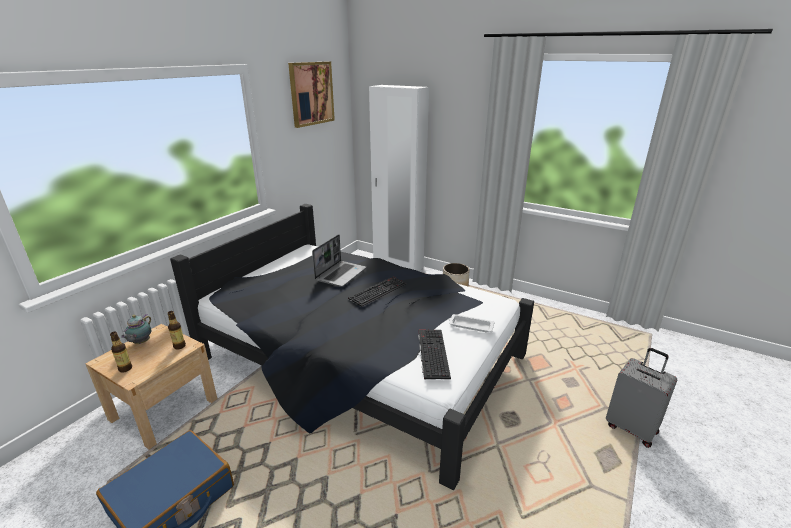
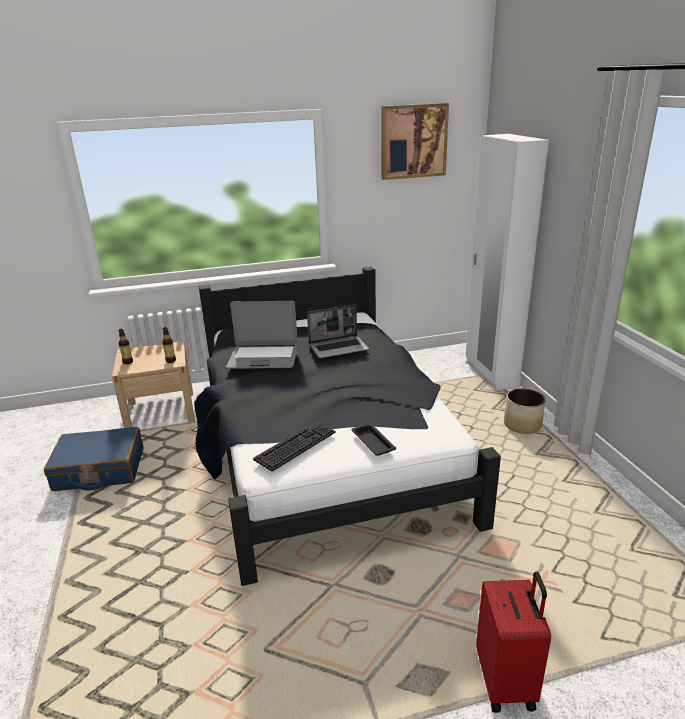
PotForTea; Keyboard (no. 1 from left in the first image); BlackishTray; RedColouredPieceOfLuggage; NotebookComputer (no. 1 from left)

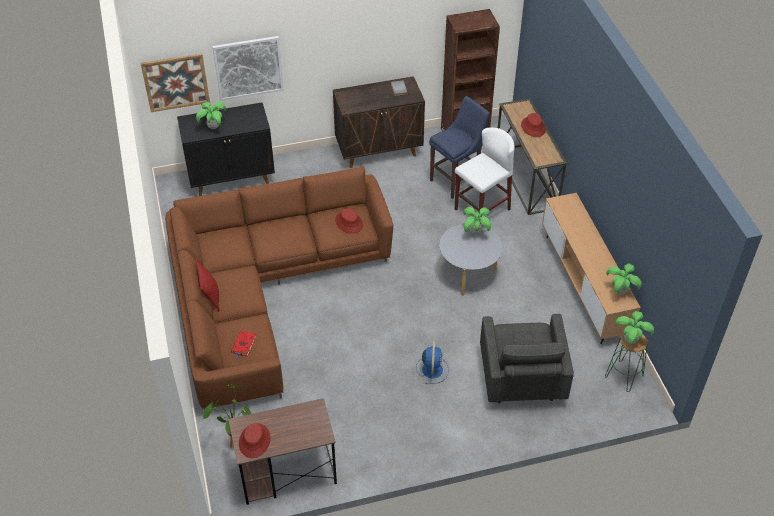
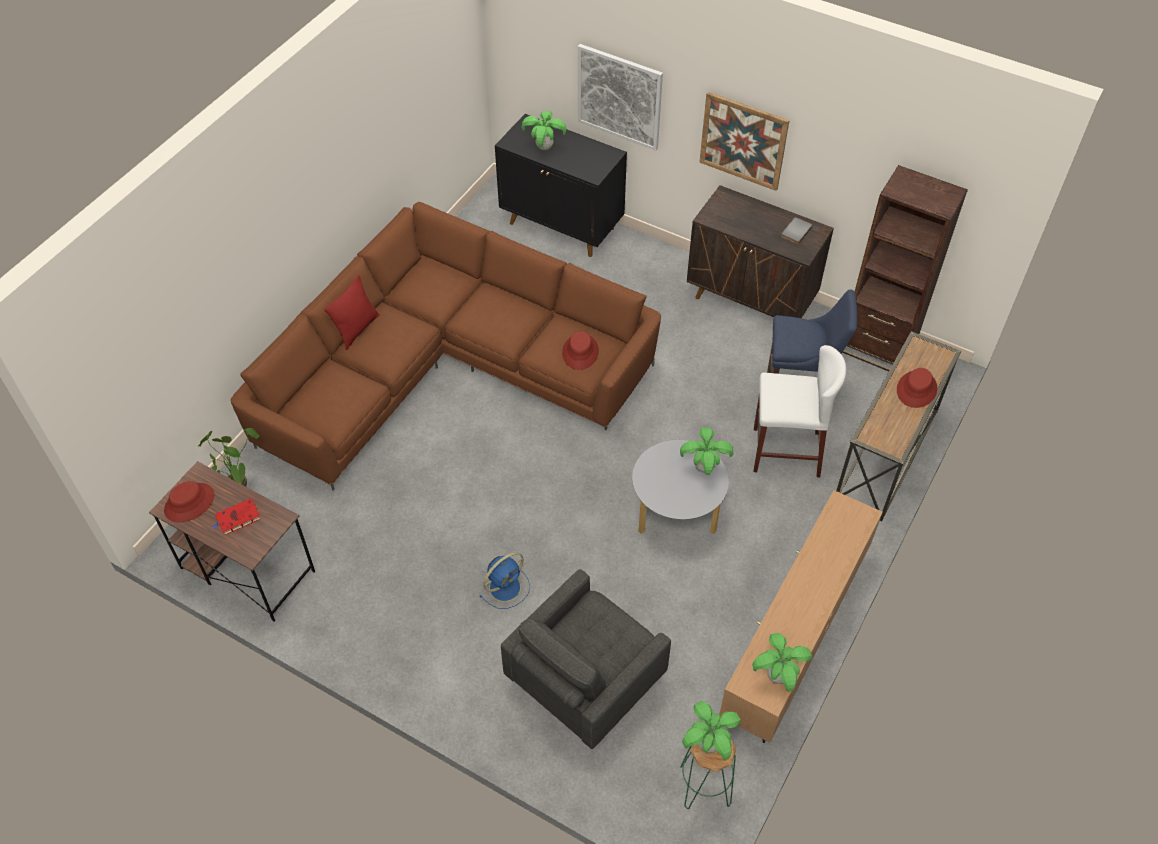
WallArt (no. 2 from left); RedColouredVolume

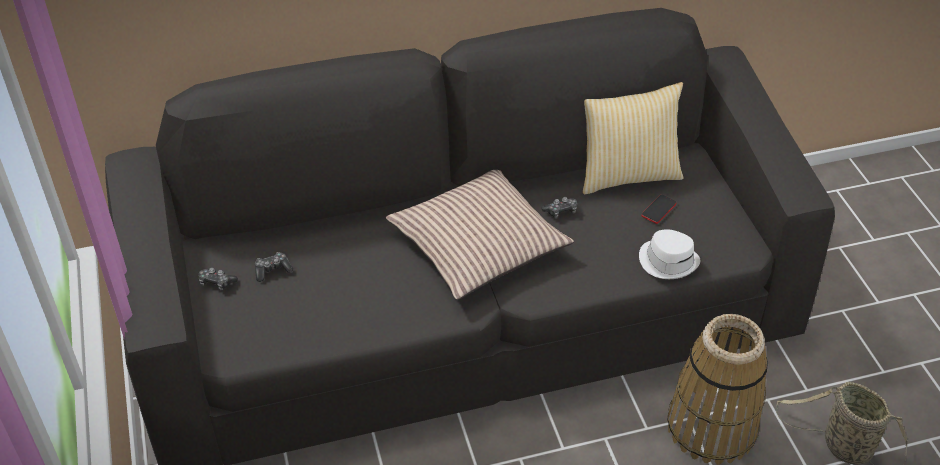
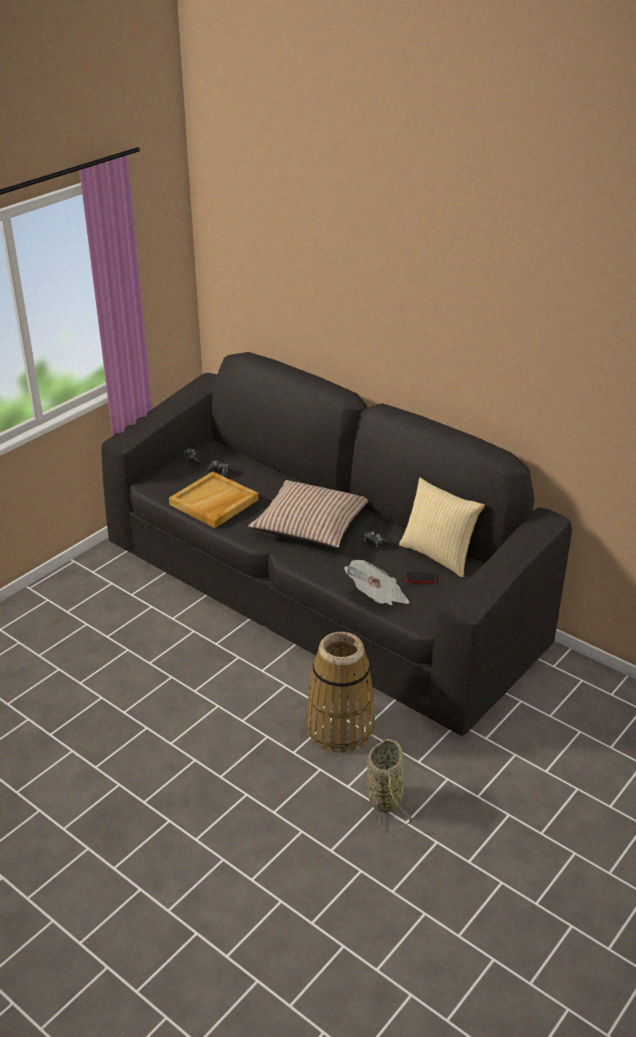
PrintedPaper; BeigeTray

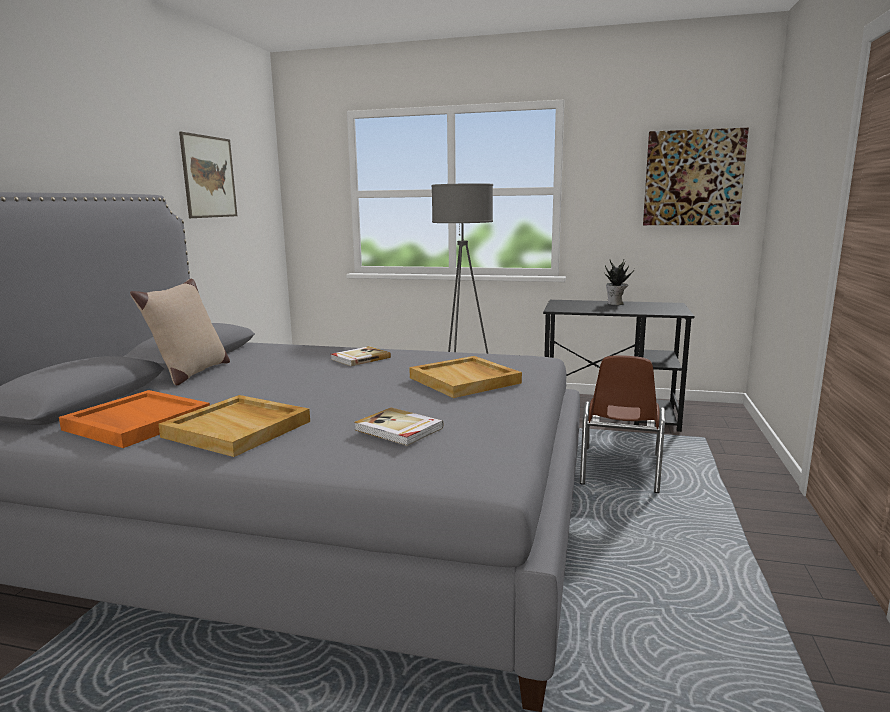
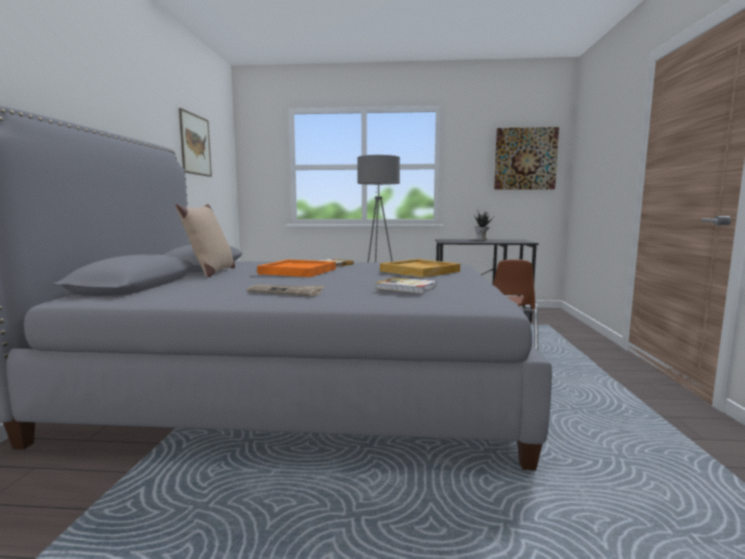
OrangeColouredTray; PrintedPaper

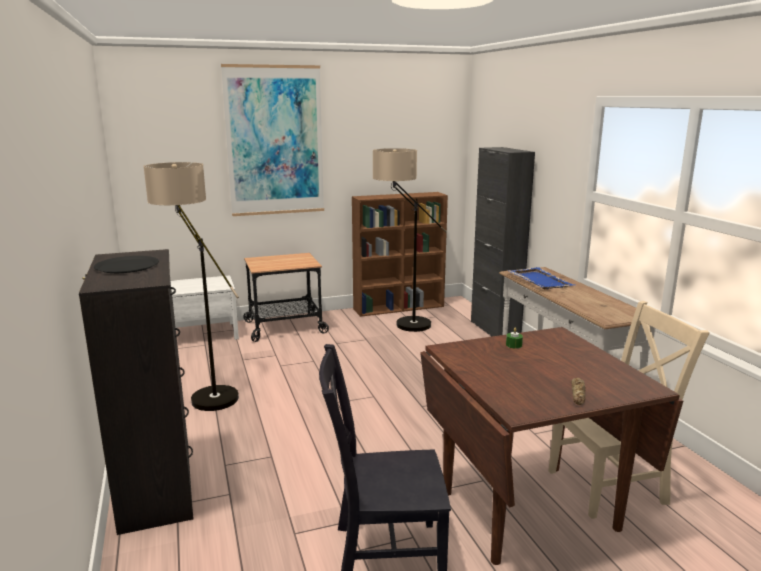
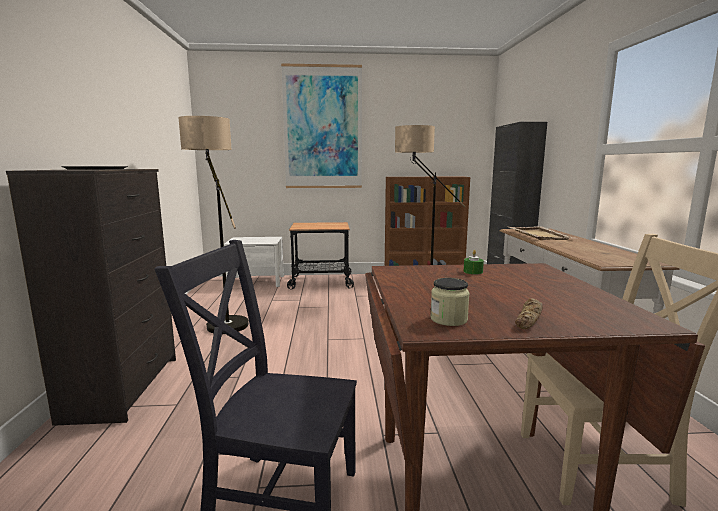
BeigeTray; PreserveJar

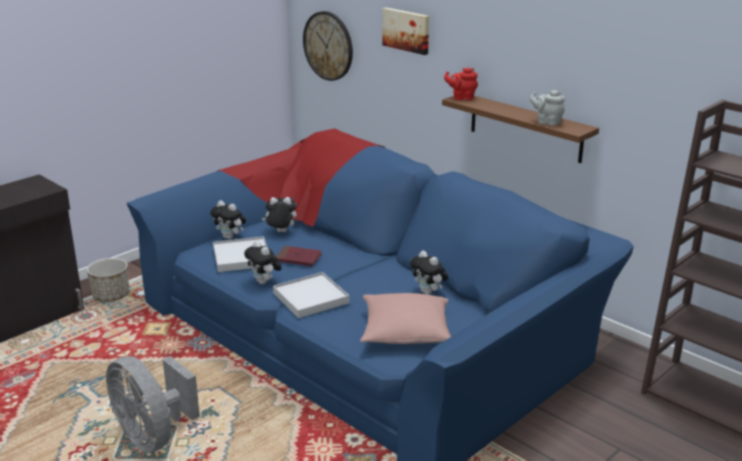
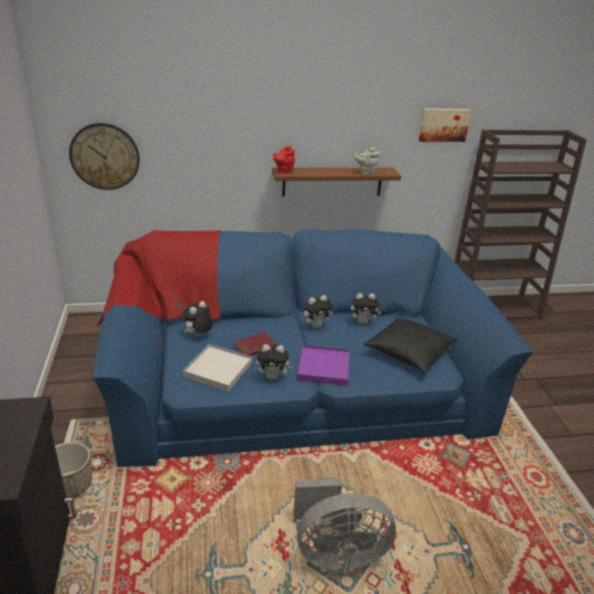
SoftToy (no. 3 from left); PurpleColouredTray; BlackishThrowPillow; WallArt

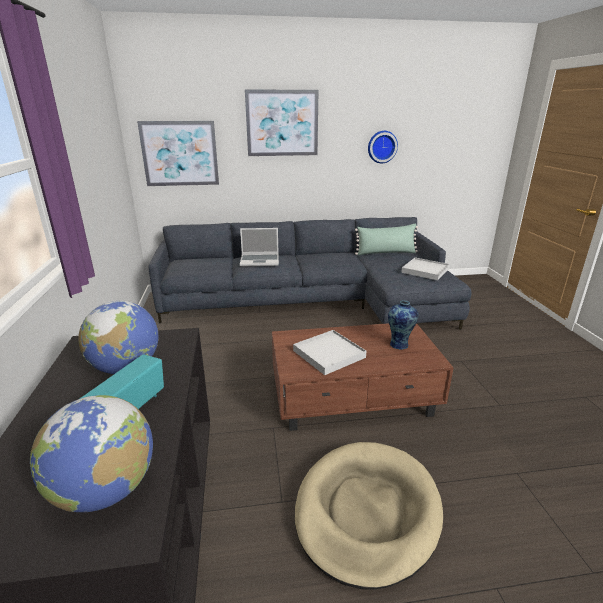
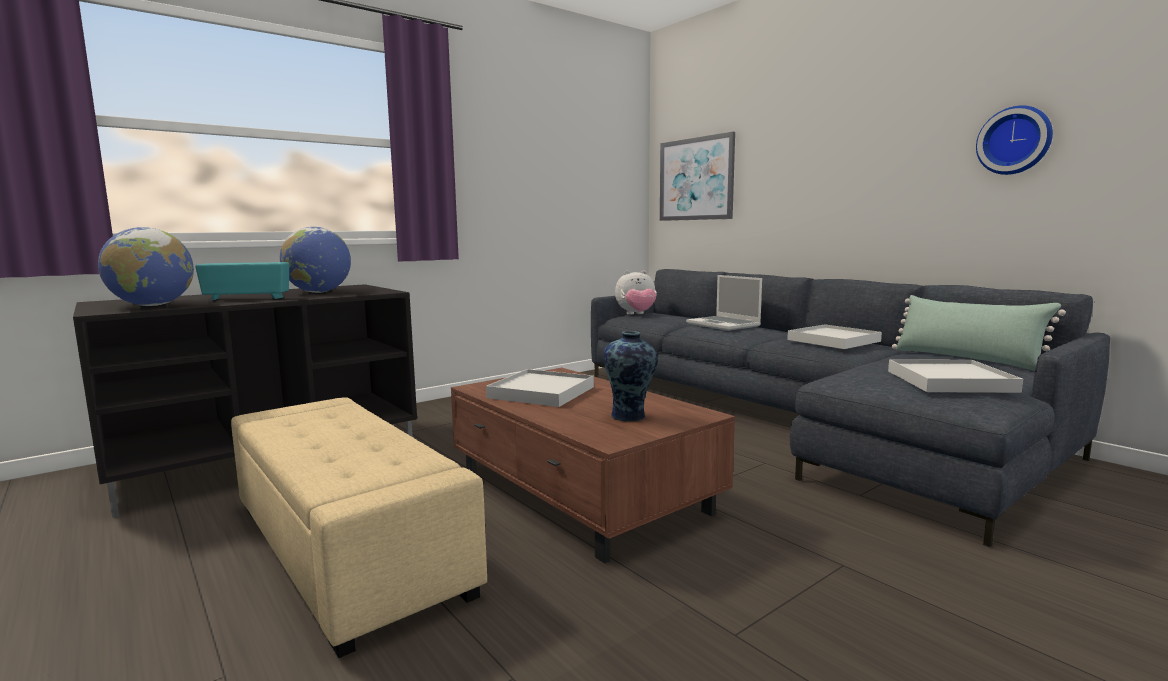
WallArt (no. 2 from left in the first image); BeigePouffe; SoftToy; WhitishTray (no. 2 from left)

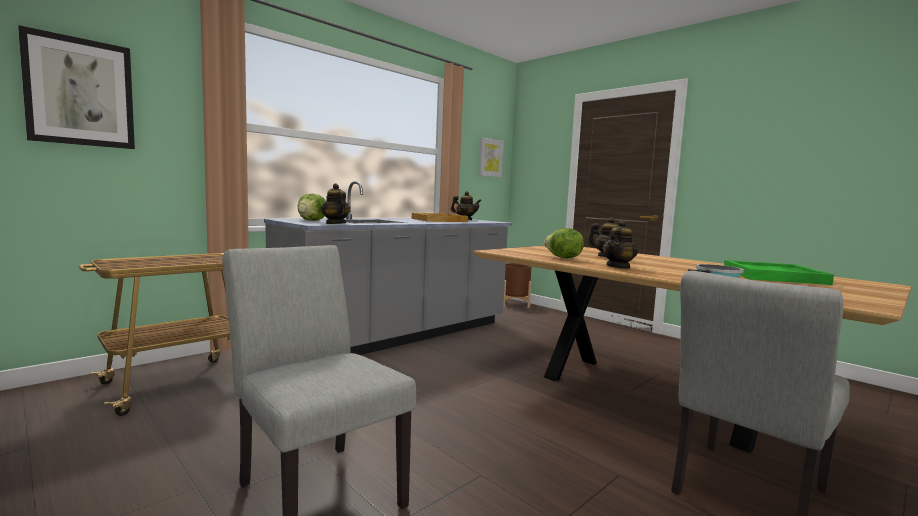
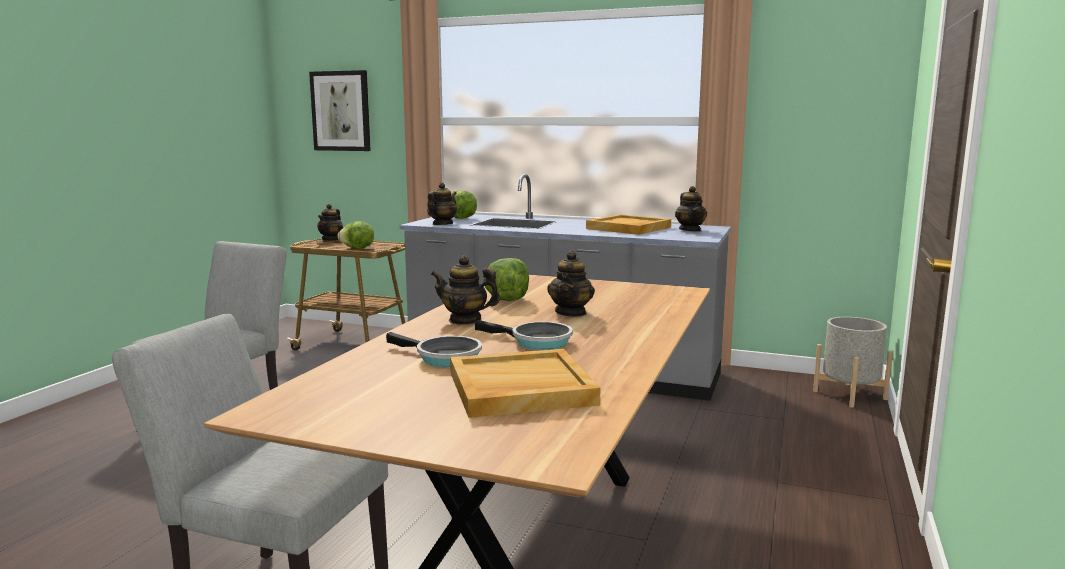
WallArt (no. 2 from left in the first image); GreyishPlanter; BeigeTray (no. 1 from left); PotForTea (no. 1 from left); HeadOfLettuce (no. 1 from left); Skillet (no. 2 from left)

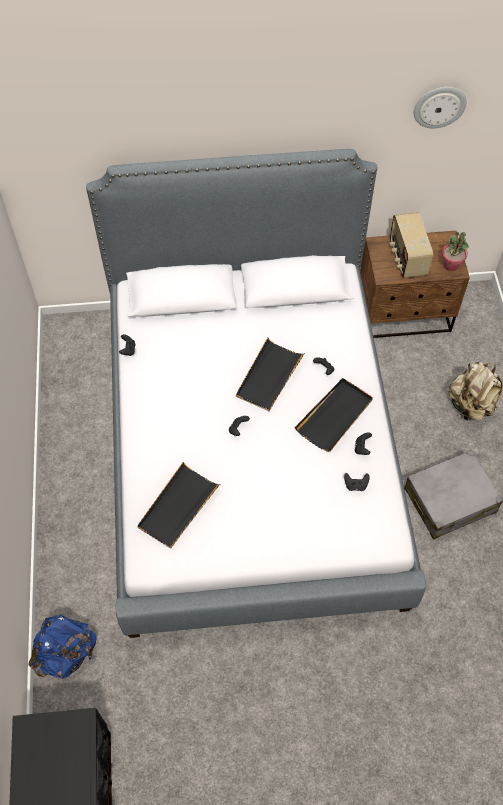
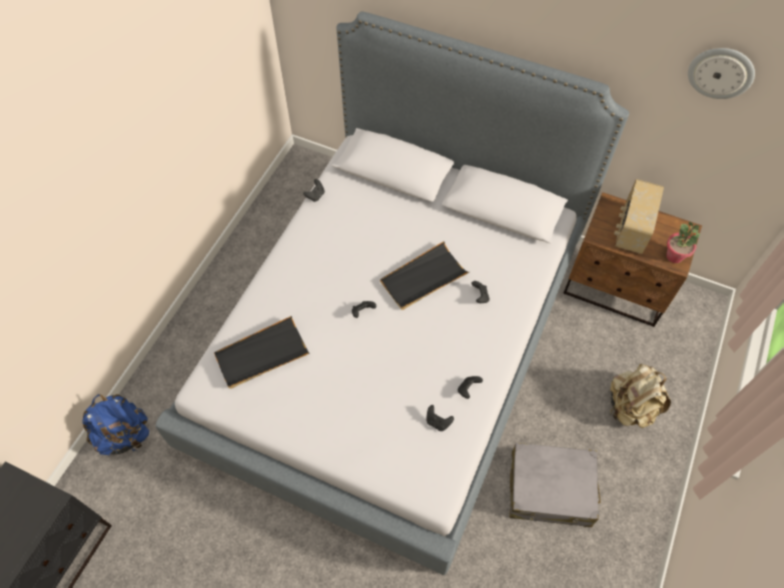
BlackishTray (no. 3 from left in the first image)

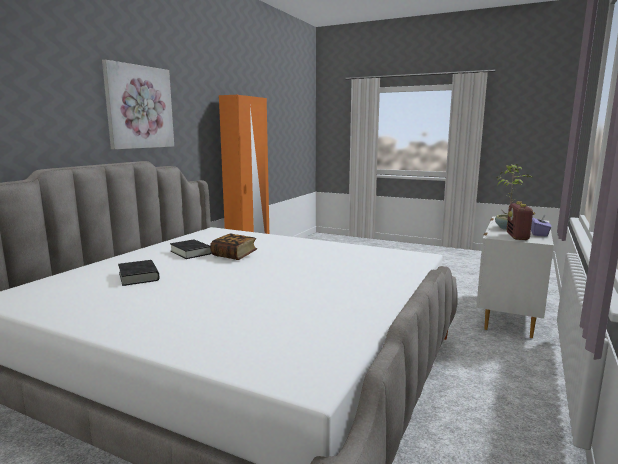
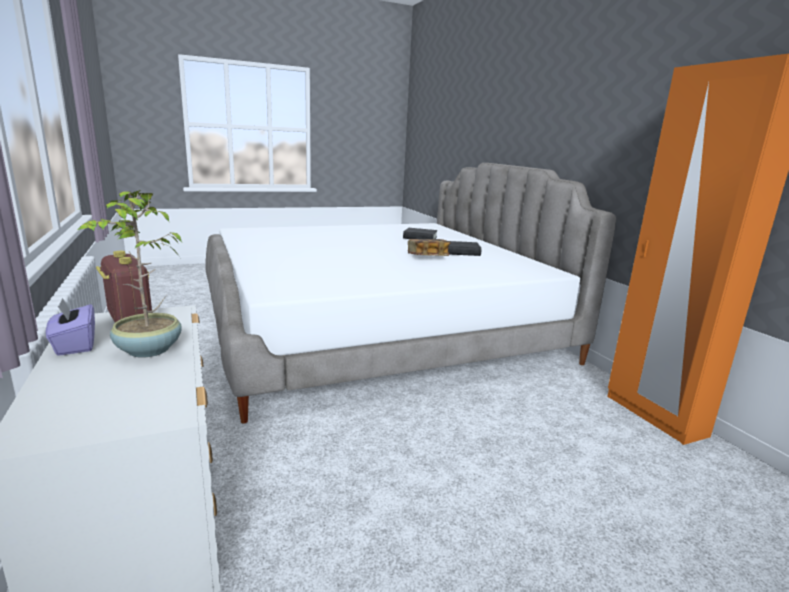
WallArt

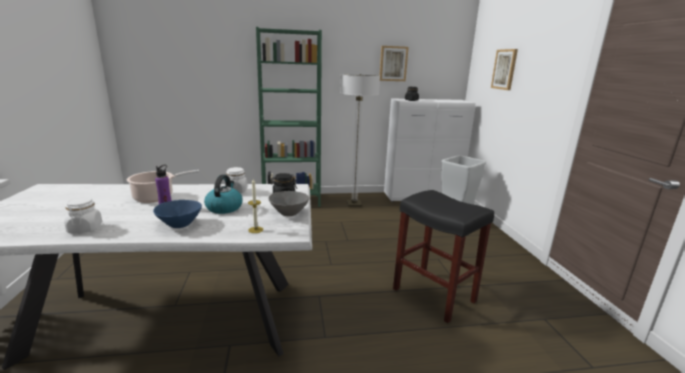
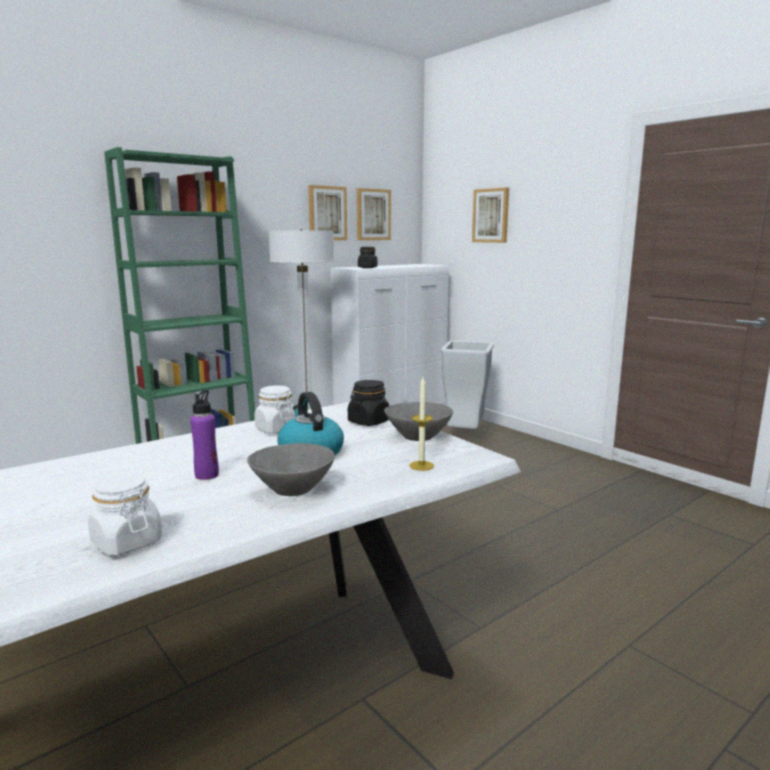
Stockpot; GreyishServingBowl (no. 1 from left); BlackishStool; WallArt (no. 2 from left)

